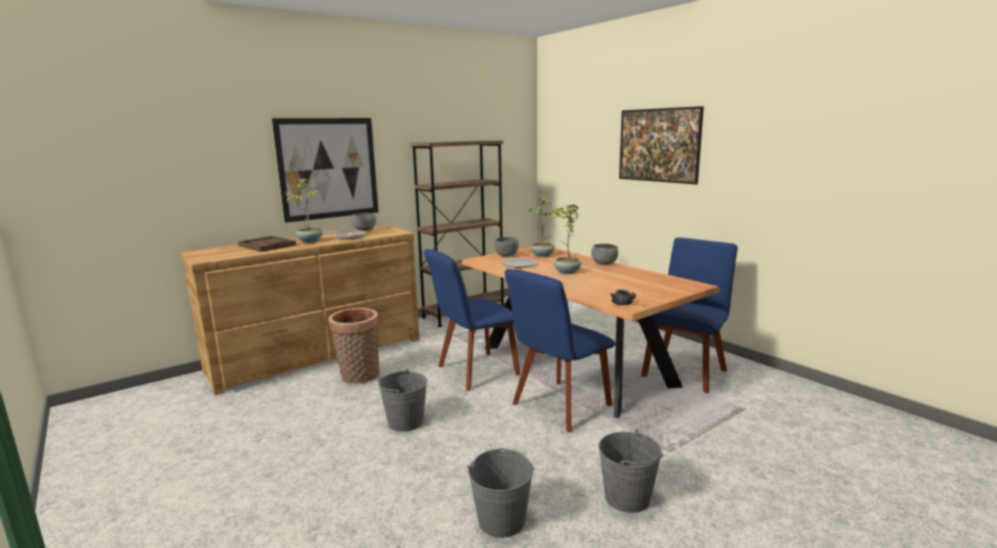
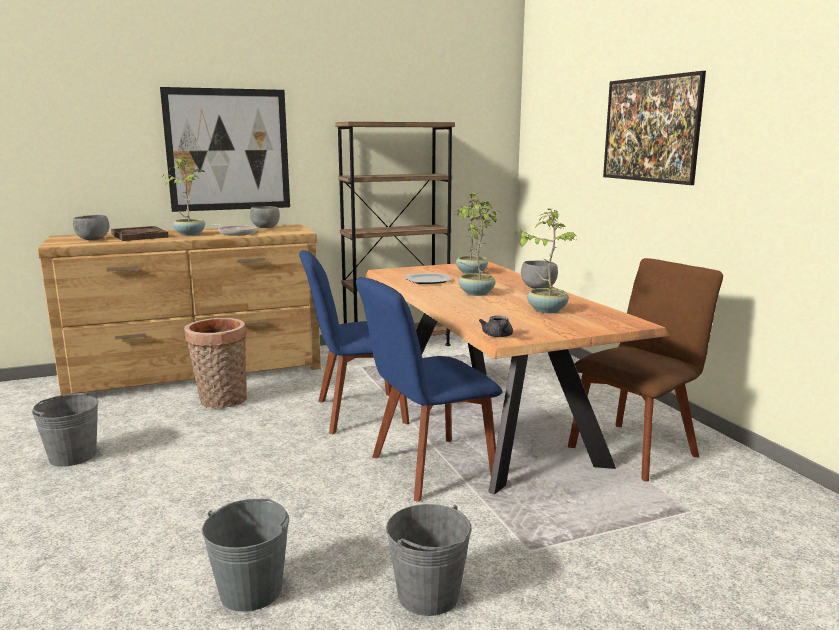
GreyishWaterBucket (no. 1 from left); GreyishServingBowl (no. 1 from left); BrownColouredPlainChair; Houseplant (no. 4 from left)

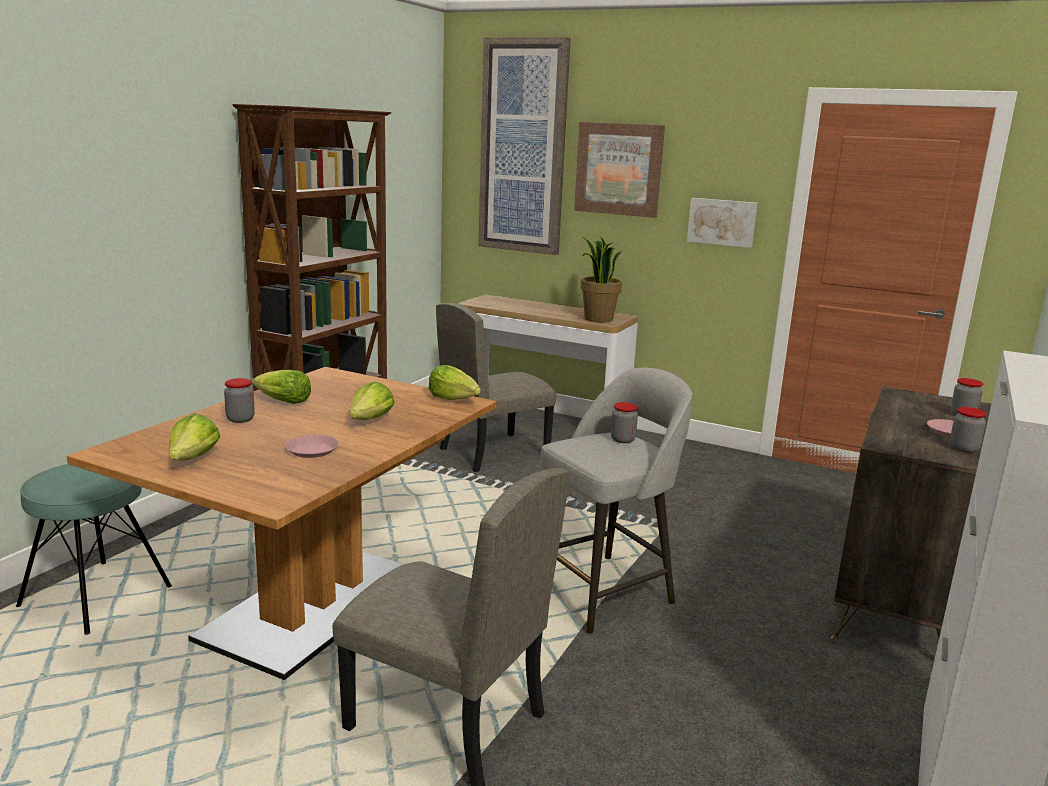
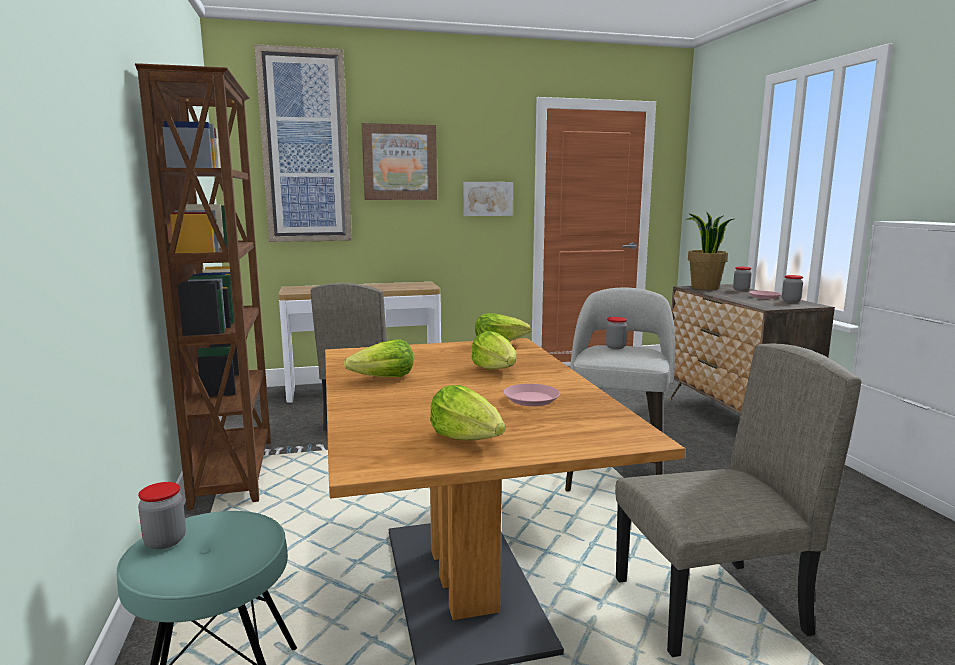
PreserveJar (no. 1 from left); Houseplant

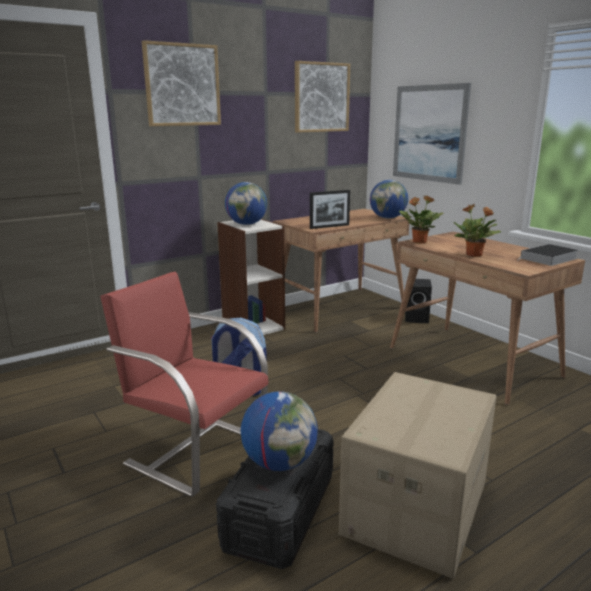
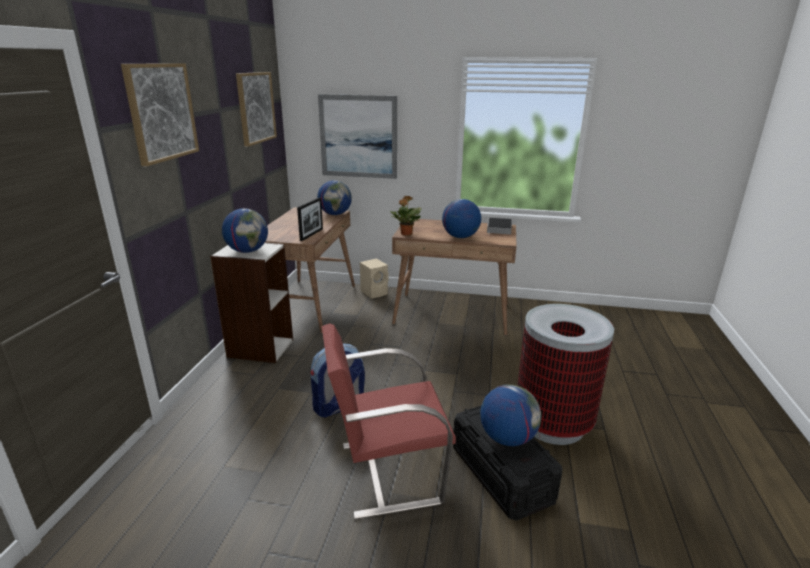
TrashCan; BeigeLoudspeaker; DeskGlobe (no. 3 from left)

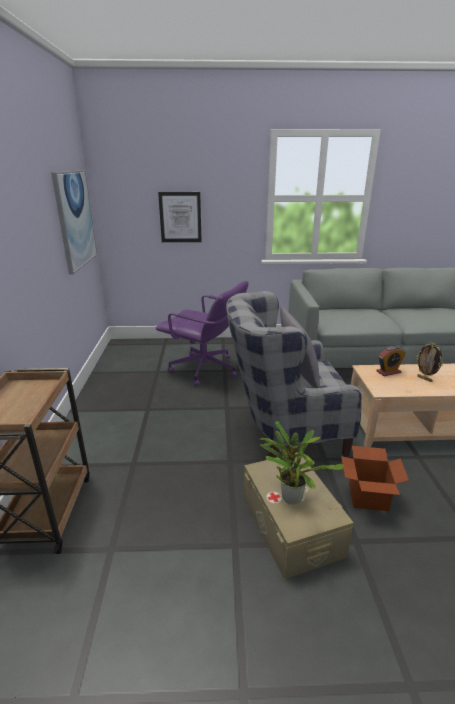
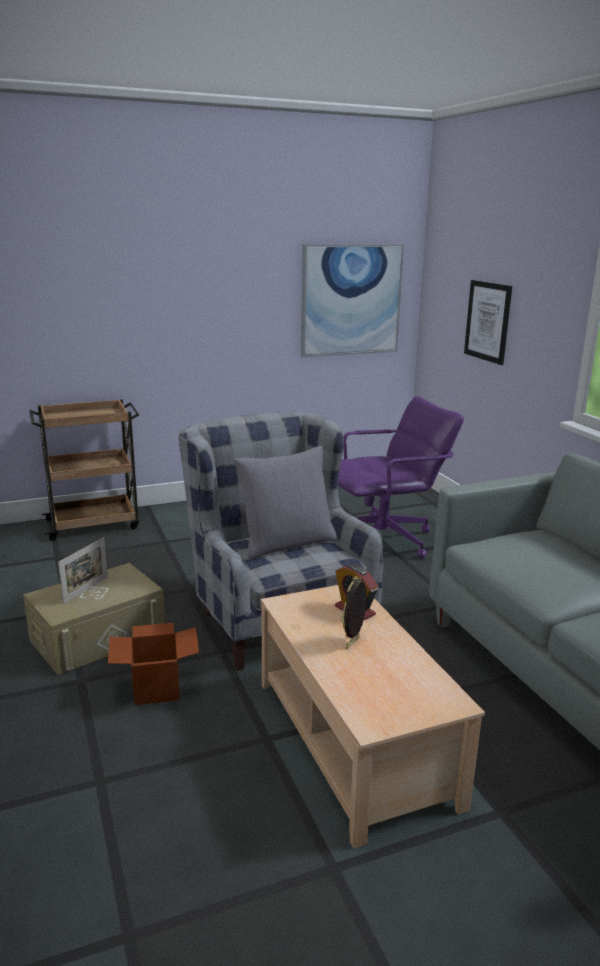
PurpleColouredOfficeChair; PictureFrame (no. 1 from left)

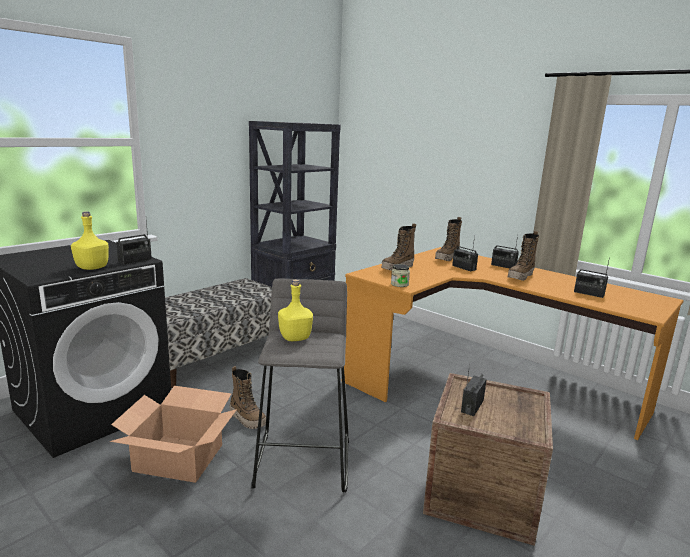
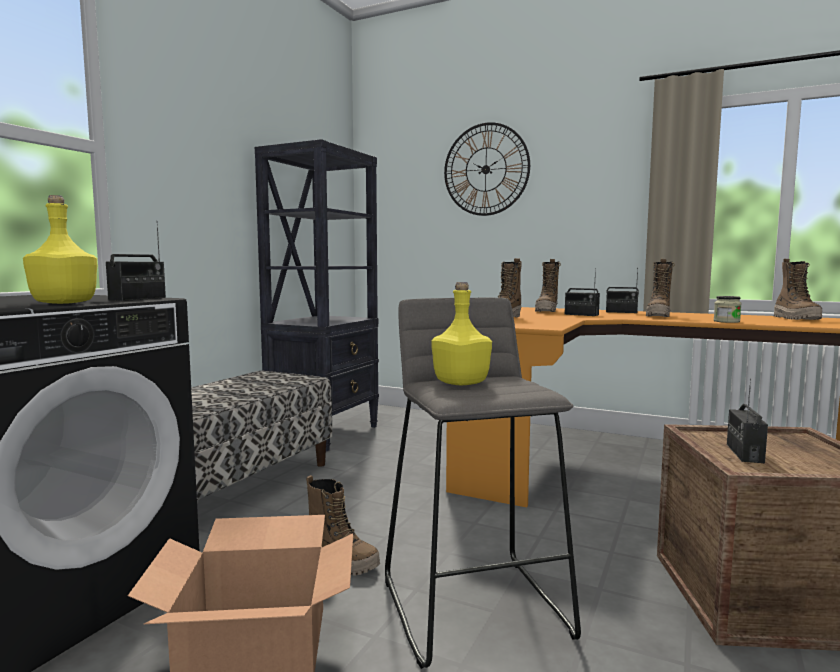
PreserveJar; RadioSet (no. 5 from left in the first image); HangingClock; HighTopBoot (no. 5 from left)

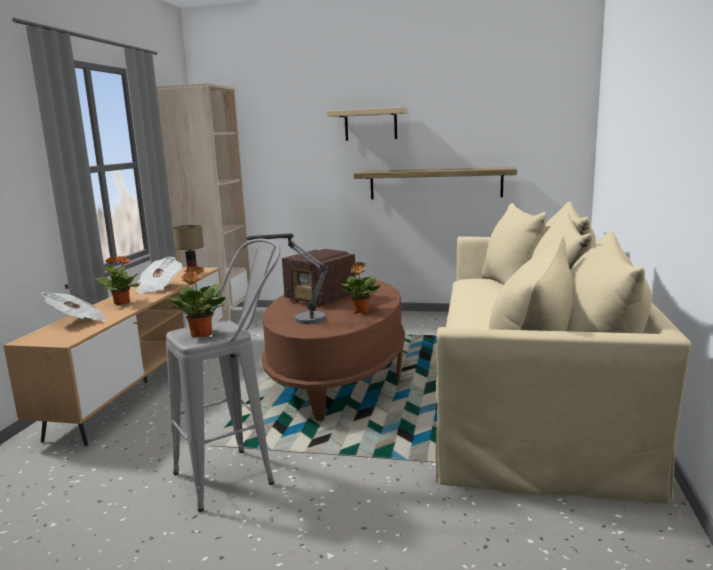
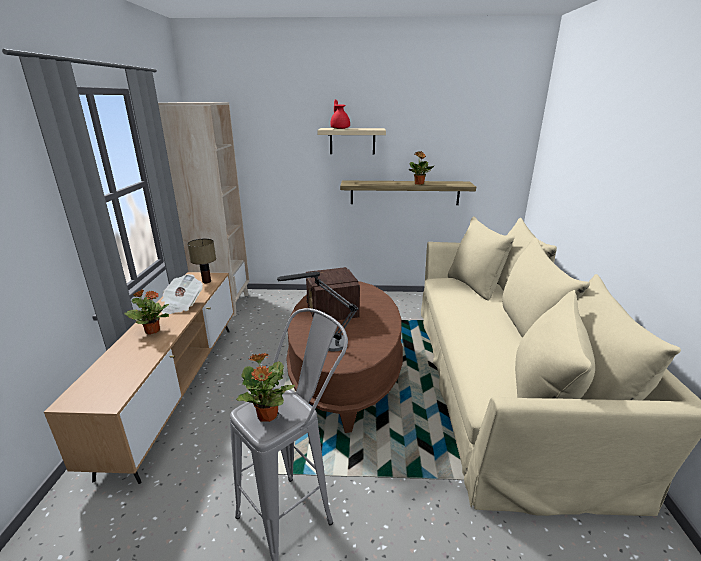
PrintedPaper (no. 1 from left in the first image); RadioSet; Houseplant (no. 3 from left); RedColouredPotForTea

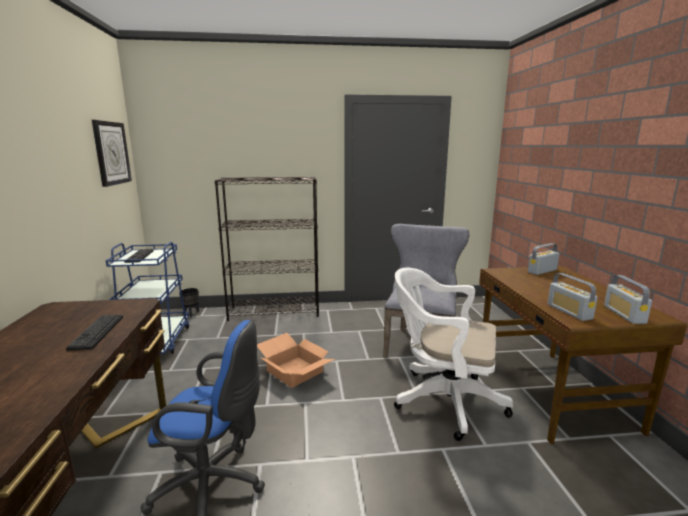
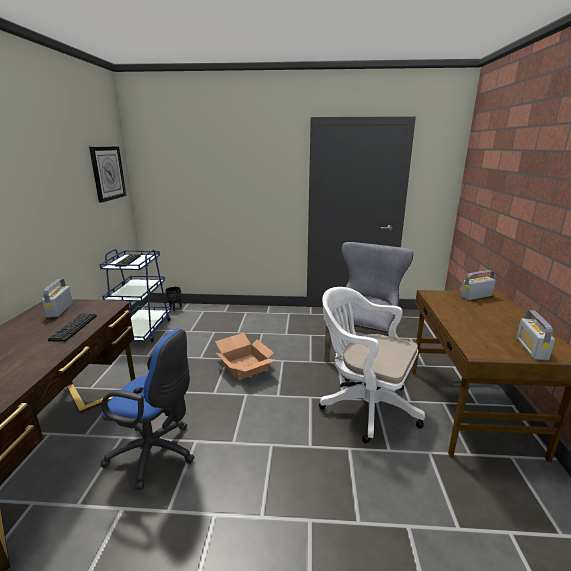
BlackishBookshelf; RadioSet (no. 1 from left)

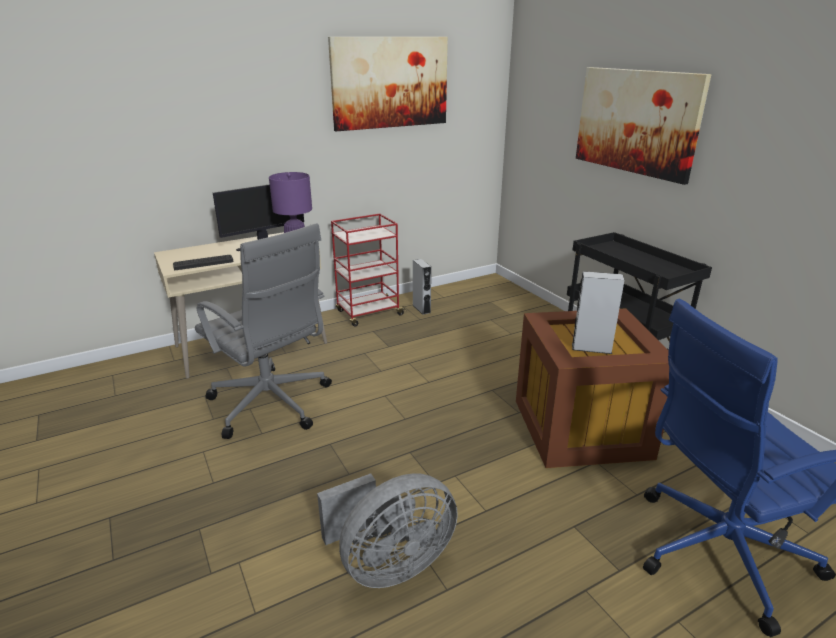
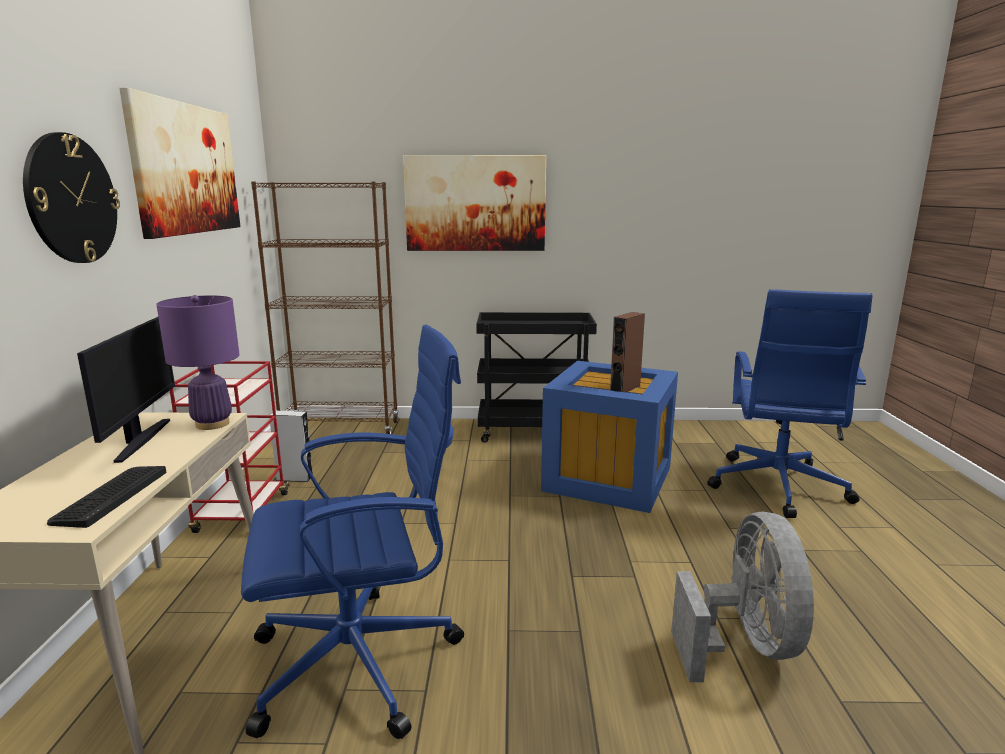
BlueOfficeChair (no. 1 from left); BlueStorageBox; BrownColouredLoudspeaker; HangingClock; BrownColouredBookshelf

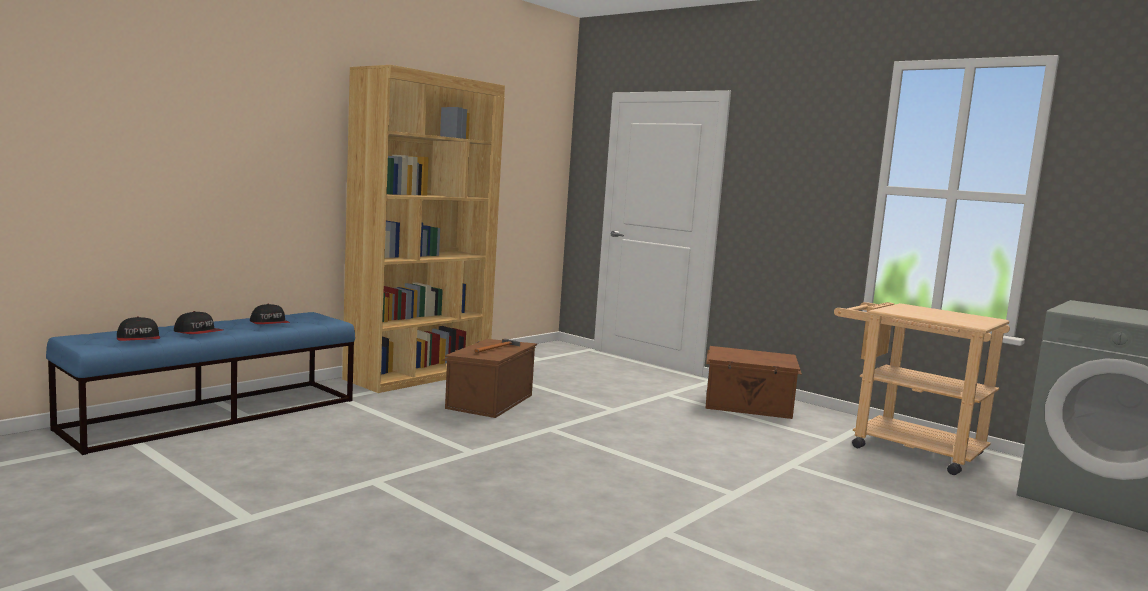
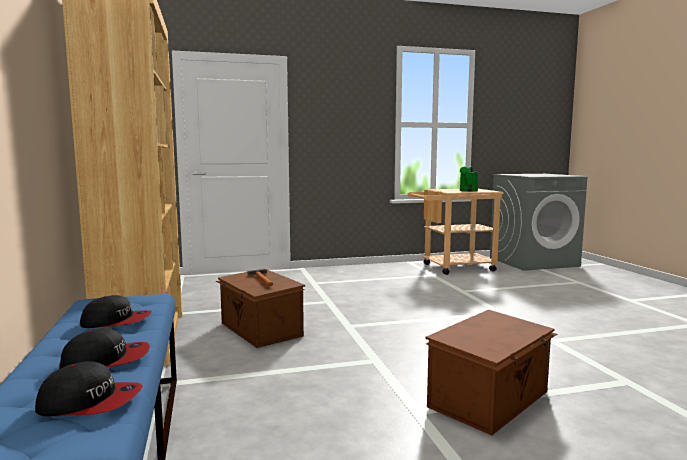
BrownColouredStorageBox (no. 2 from left); GreenishWateringCan

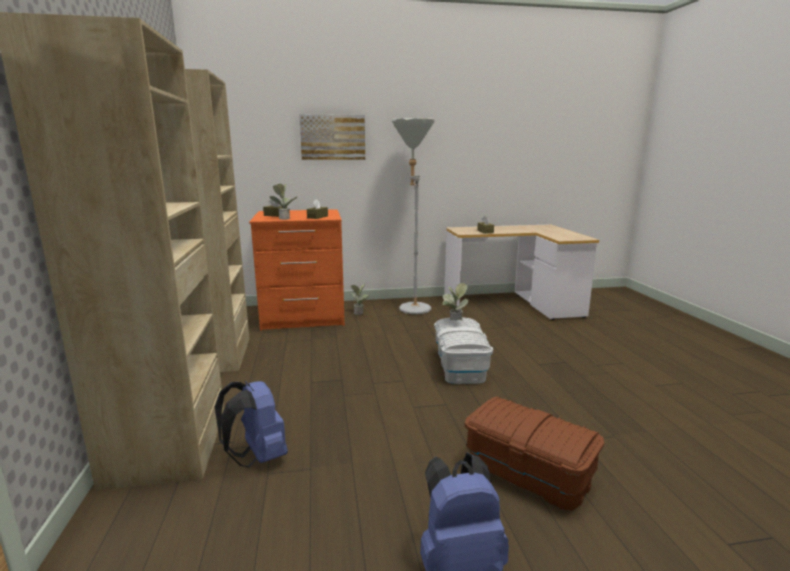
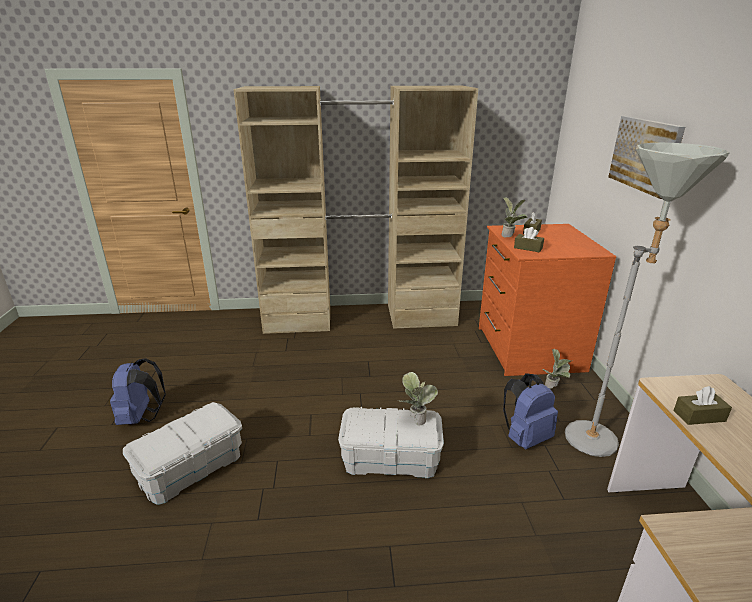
BlueRucksack (no. 2 from left); WhitishStorageBox (no. 1 from left)

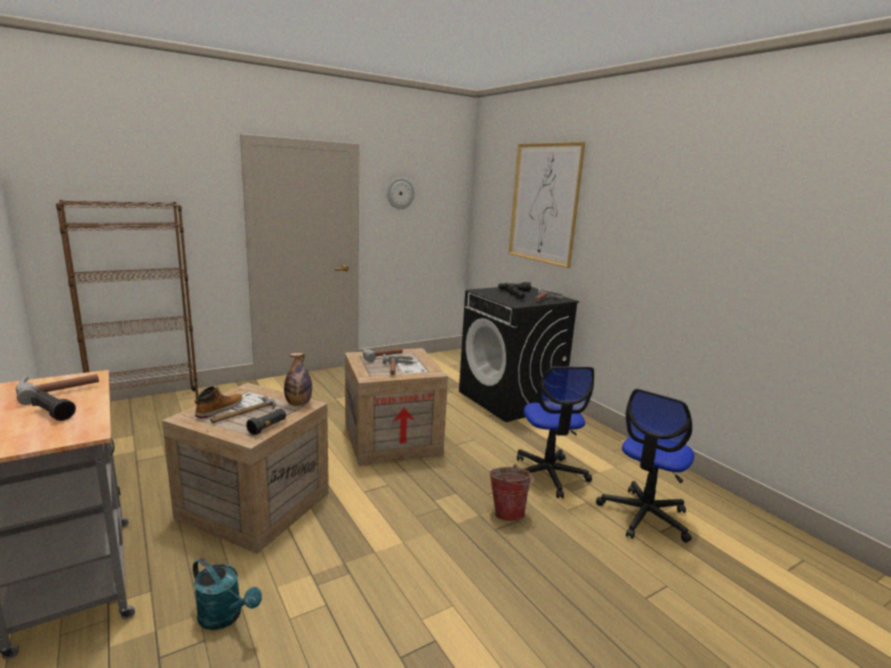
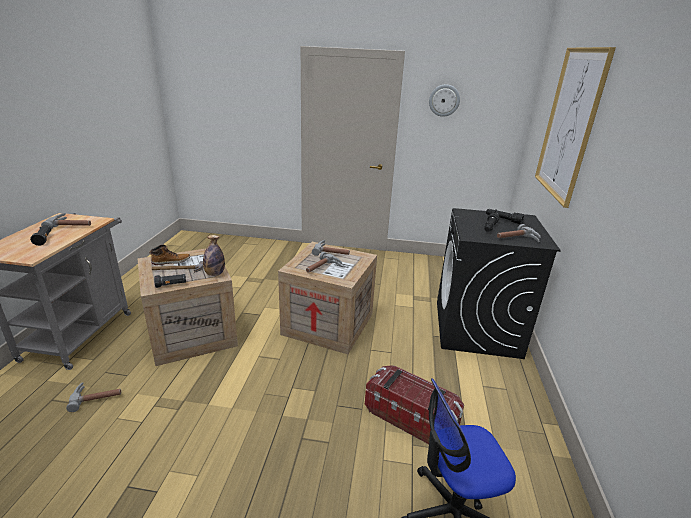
BrownColouredBookshelf; HandHammer (no. 2 from left); WaterBucket; StorageBox

